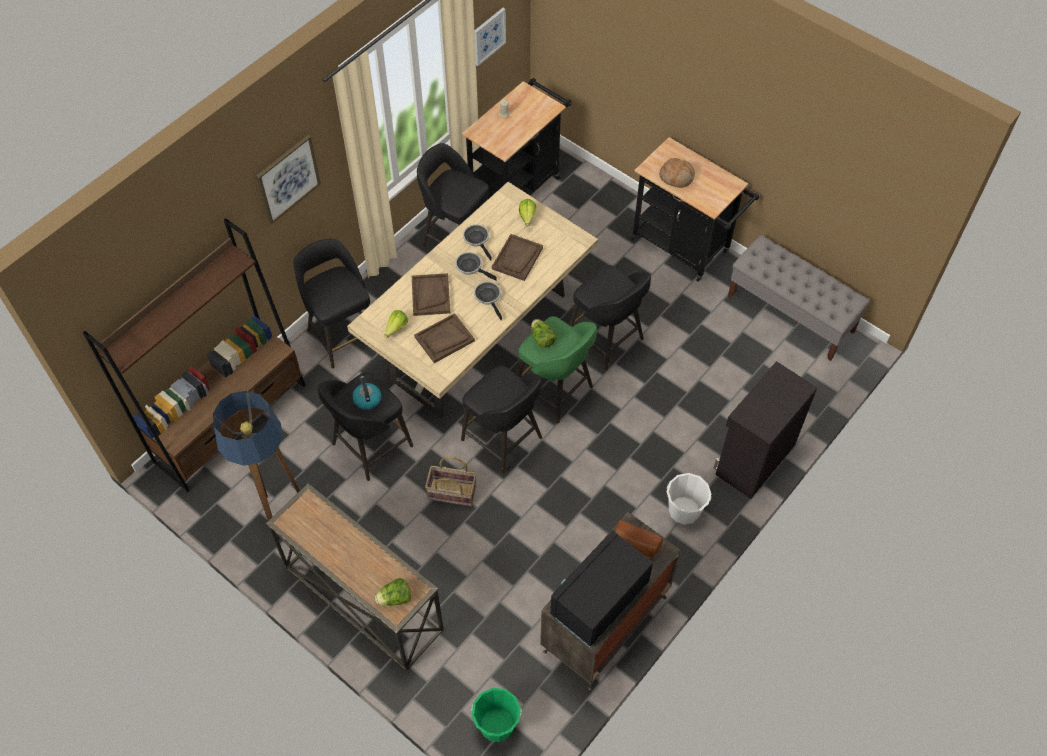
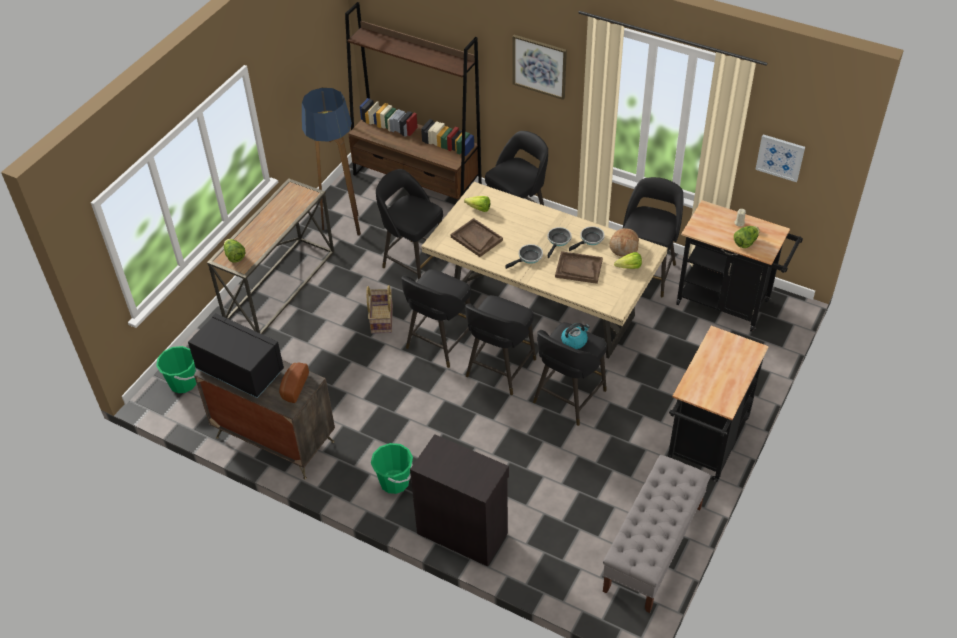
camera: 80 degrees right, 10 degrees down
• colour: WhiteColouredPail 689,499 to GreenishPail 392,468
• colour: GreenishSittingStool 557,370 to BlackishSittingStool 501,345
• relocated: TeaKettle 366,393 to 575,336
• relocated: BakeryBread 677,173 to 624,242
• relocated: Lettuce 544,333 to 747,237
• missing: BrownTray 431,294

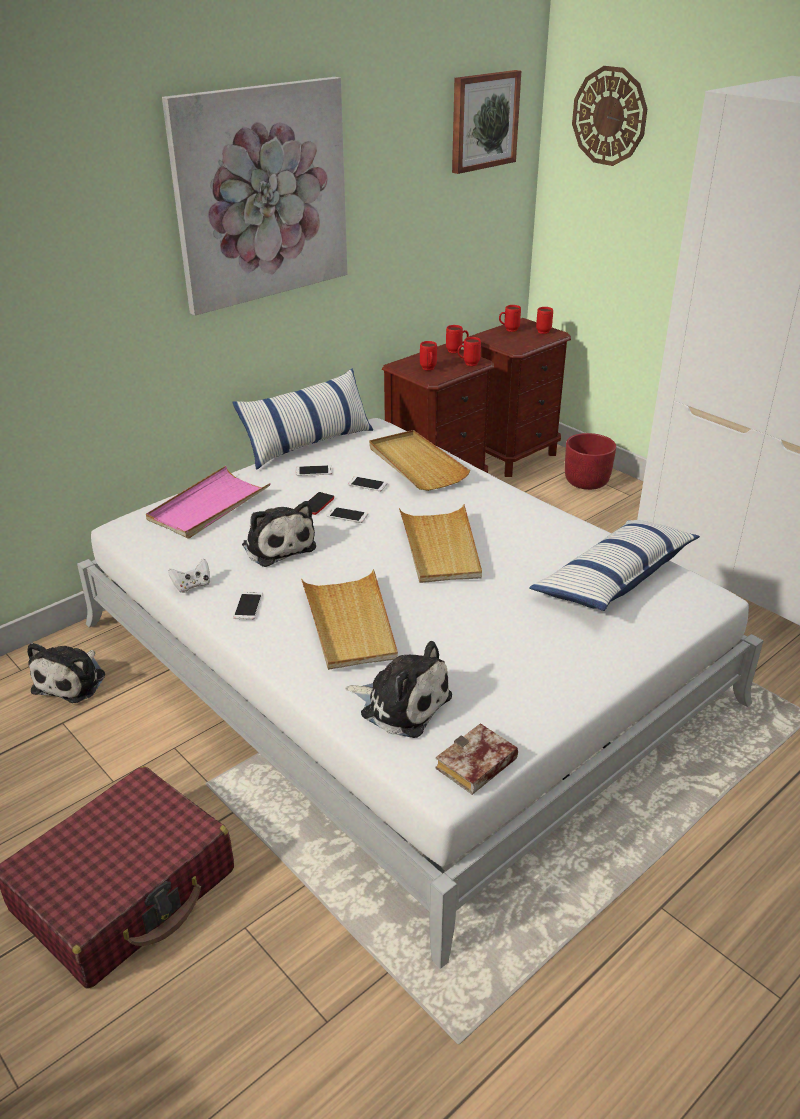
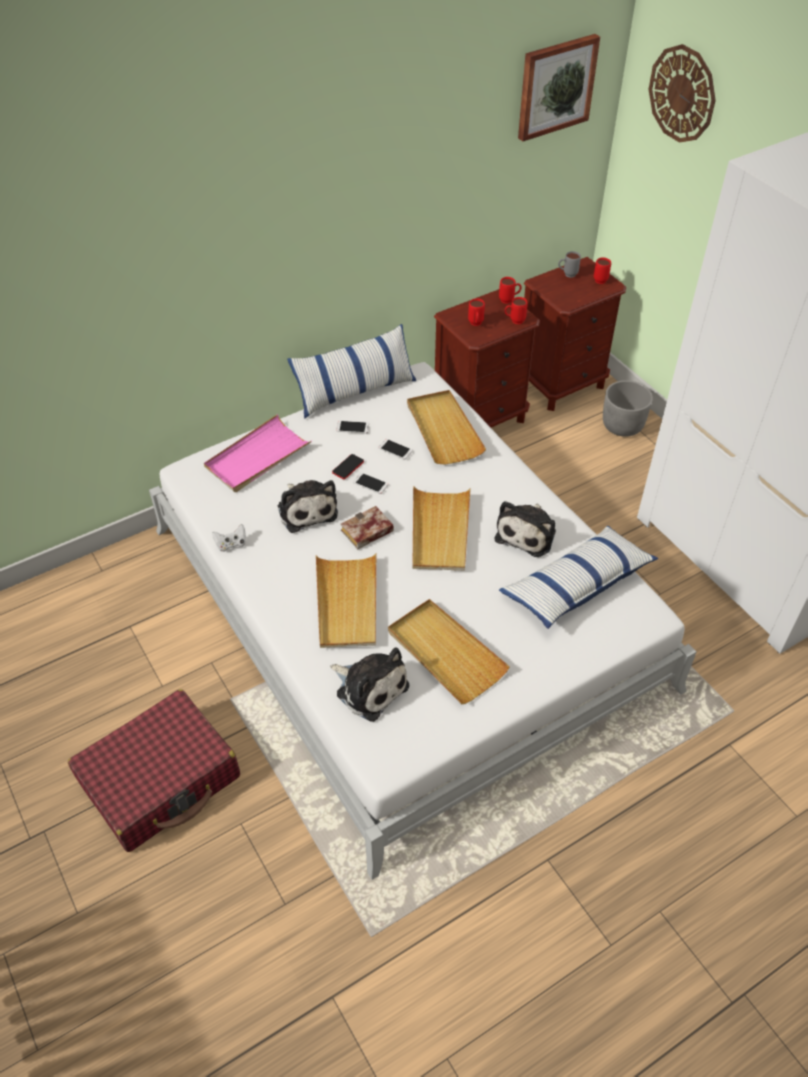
camera: 10 degrees right, 15 degrees up
• relocated: Volume 476,759 to 367,527
• appeared: BeigeTray 449,651
• relocated: SoftToy 66,673 to 525,529
• colour: ReddishMug 510,318 to GrayMug 569,264
• colour: ReddishPlantPot 590,461 to GrayPlantPot 628,408
• missing: WallPicture 255,196
• missing: Telephone 248,605

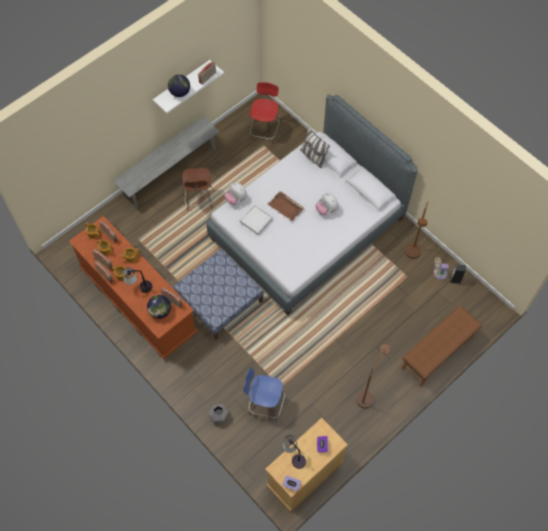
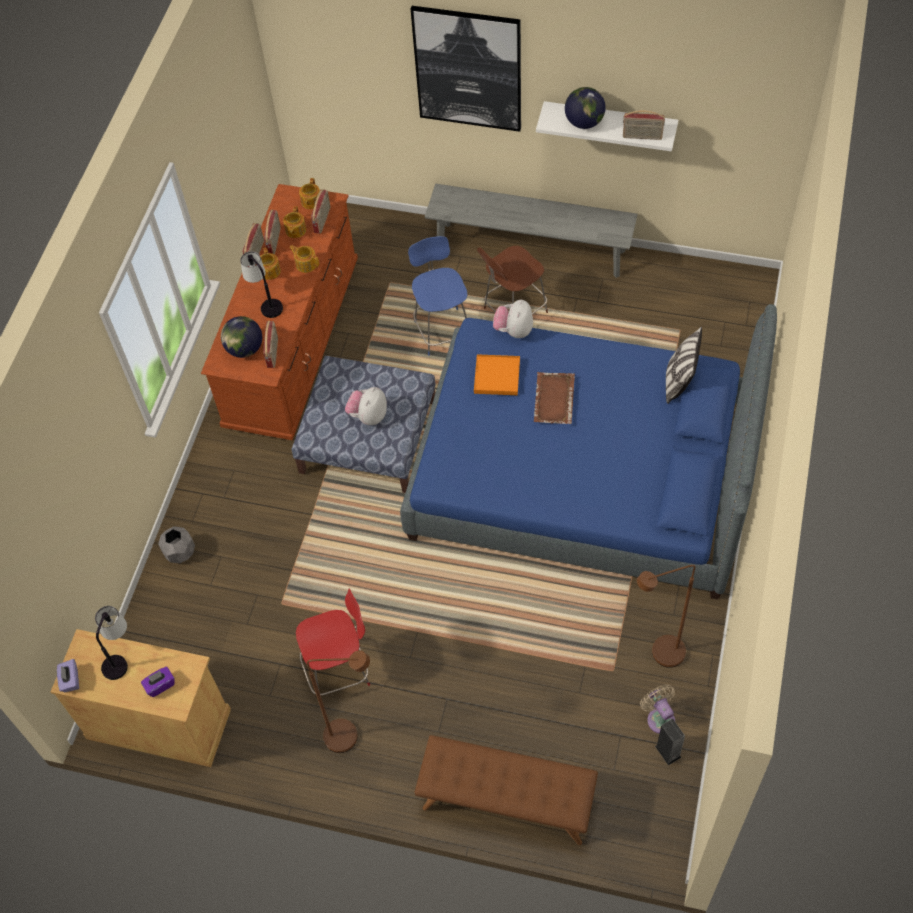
camera: 60 degrees right, 5 degrees down
• relocated: ReddishPlainChair 264,113 to 333,641
• relocated: SoftToy 327,204 to 366,406
• colour: GrayBedroomBed 312,204 to BlueBedroomBed 588,452
• relocated: BluePlainChair 264,394 to 437,296
• appeared: WallPicture 466,69
• colour: WhiteColouredTray 256,220 to OrangeTray 497,374

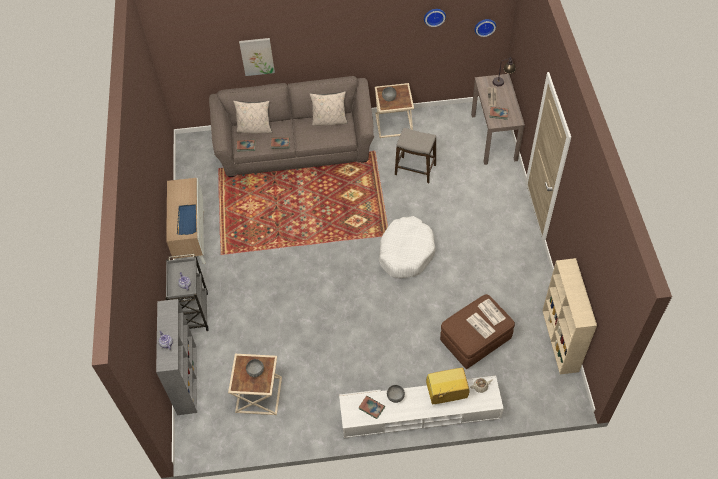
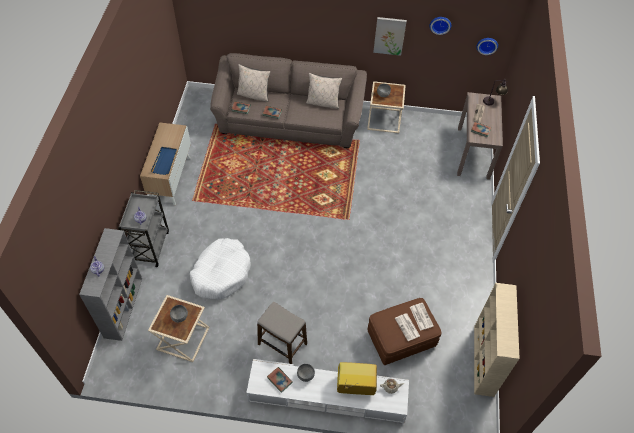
camera: 10 degrees right, 0 degrees up
• relocated: WhiteColouredPetBed 407,247 to 220,269
• relocated: SittingStool 415,155 to 282,333
• relocated: WallPicture 257,57 to 390,36

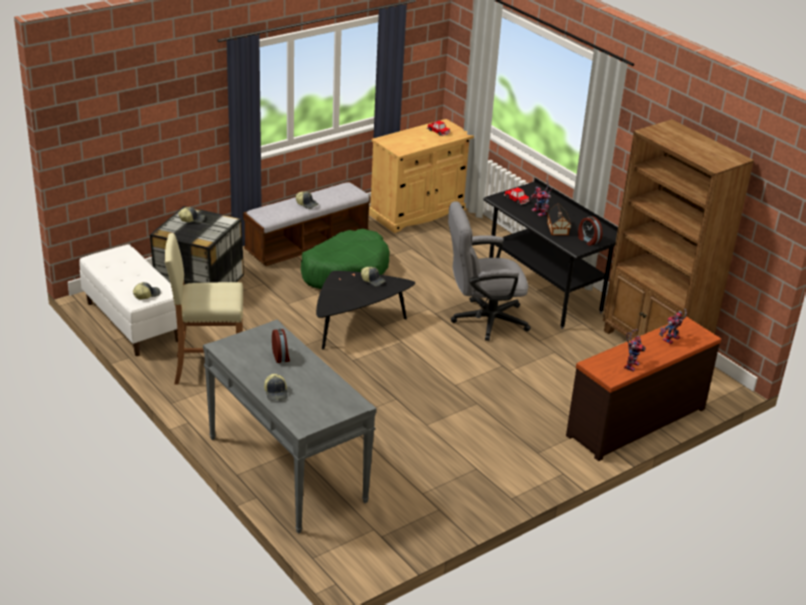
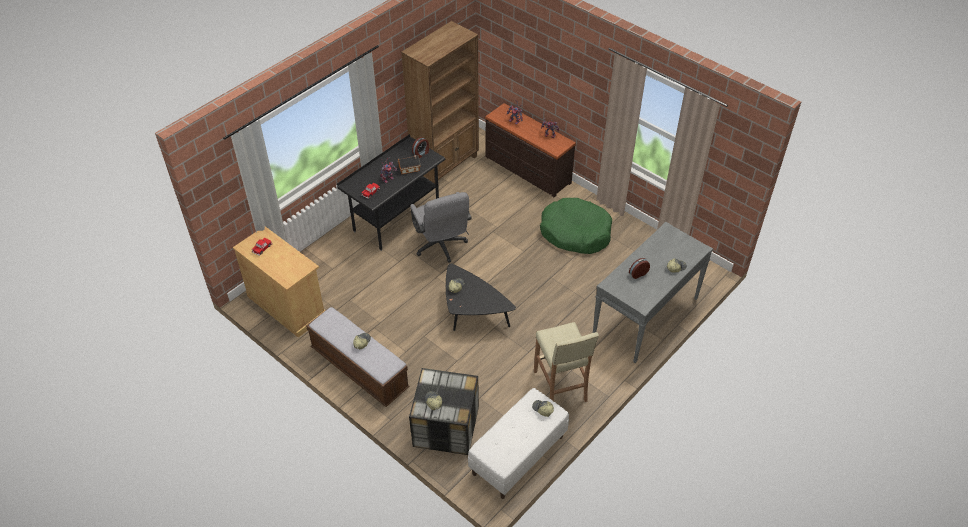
camera: 100 degrees left, 15 degrees up
• relocated: GreenishPetBed 345,259 to 576,226

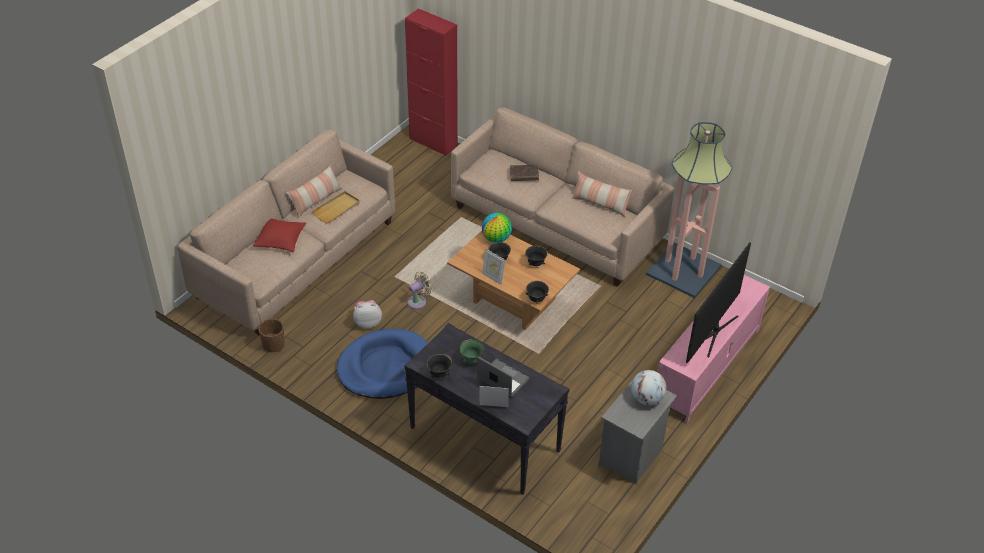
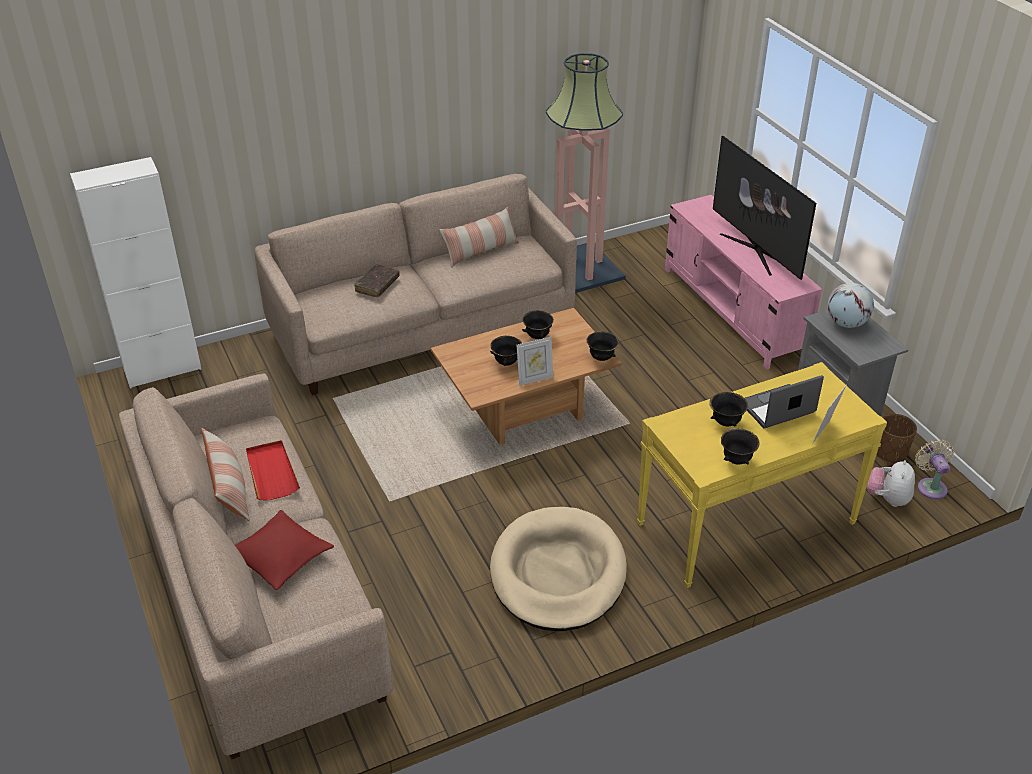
camera: 60 degrees left, 5 degrees down
• colour: ReddishCupboard 431,82 to WhiteColouredCupboard 135,273
• colour: BeigeTray 336,207 to ReddishTray 273,470
• colour: BluePetBed 382,364 to BeigePetBed 558,569
• colour: BlackishConsoleTable 487,409 to YellowConsoleTable 762,475
• colour: GreenishServingBowl 472,351 to BlackishServingBowl 728,409
• relocated: SoftToy 367,314 to 891,483
• relocated: BrownPlantPot 271,335 to 897,438
• relocated: BeigeElectricFan 420,290 to 934,469
• missing: Globe 497,228

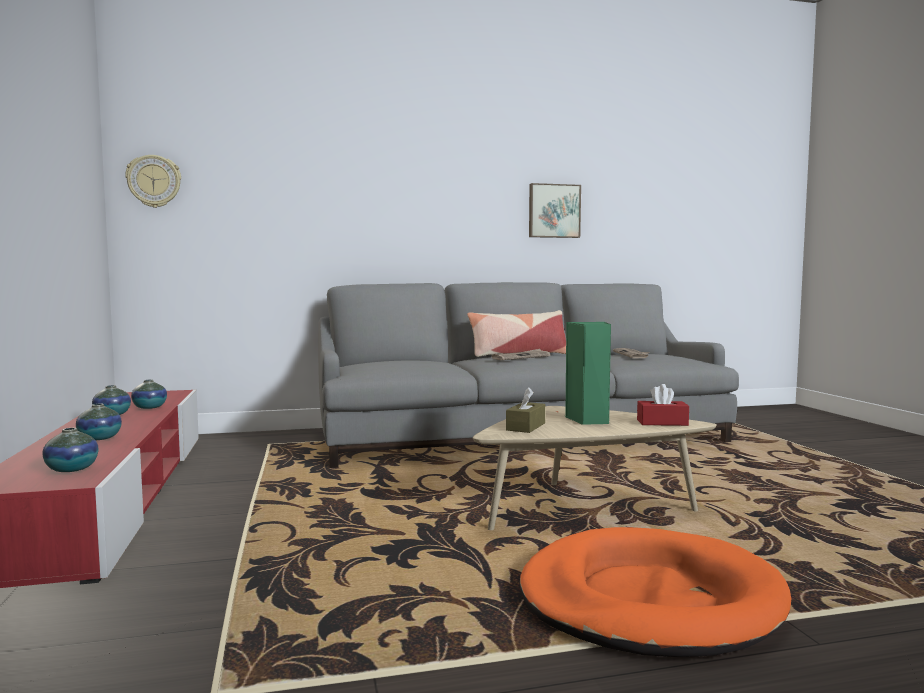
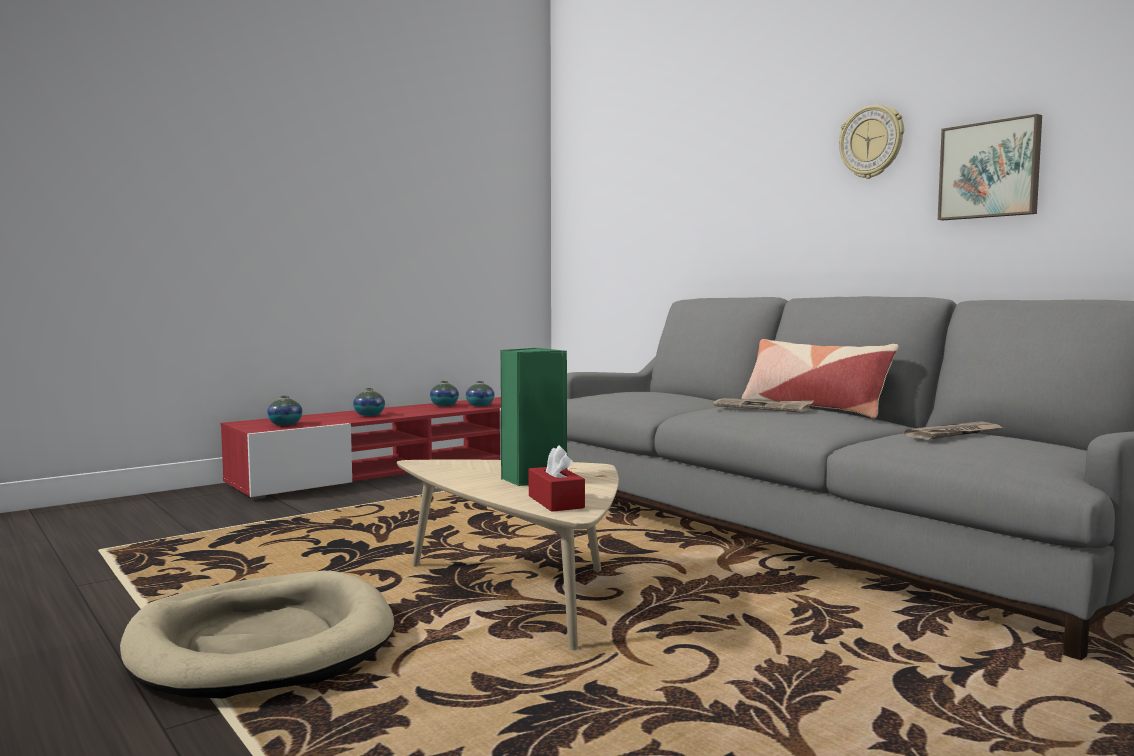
camera: 65 degrees right, 0 degrees up
• colour: OrangePetBed 655,592 to BeigePetBed 257,635
• relocated: WallClock 153,181 to 871,142
• missing: BrownTissueBox 525,410

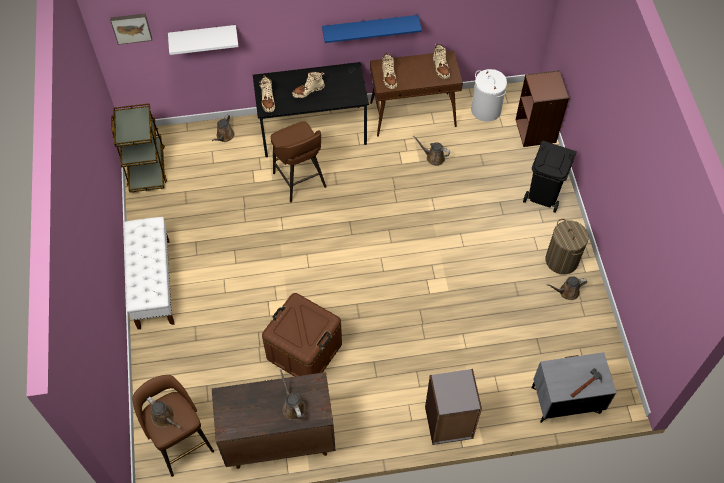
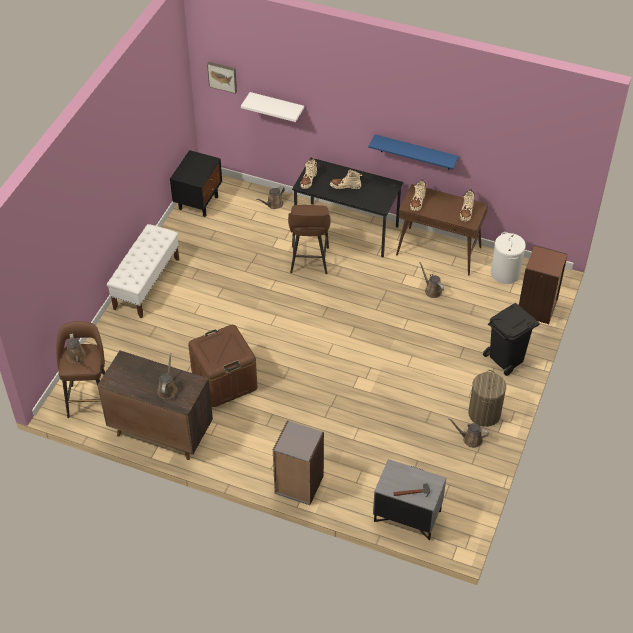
camera: 30 degrees right, 10 degrees down
• exchanged: BrownTrolley 139,148 to BlackishNightTable 196,183

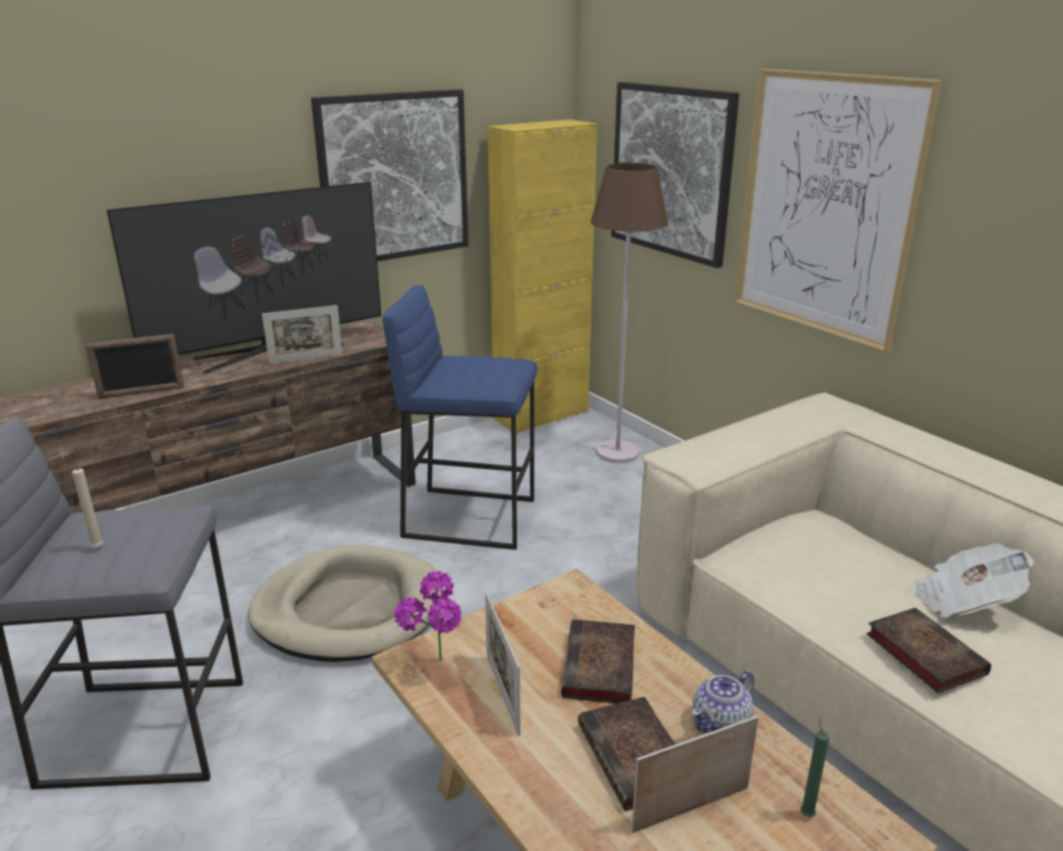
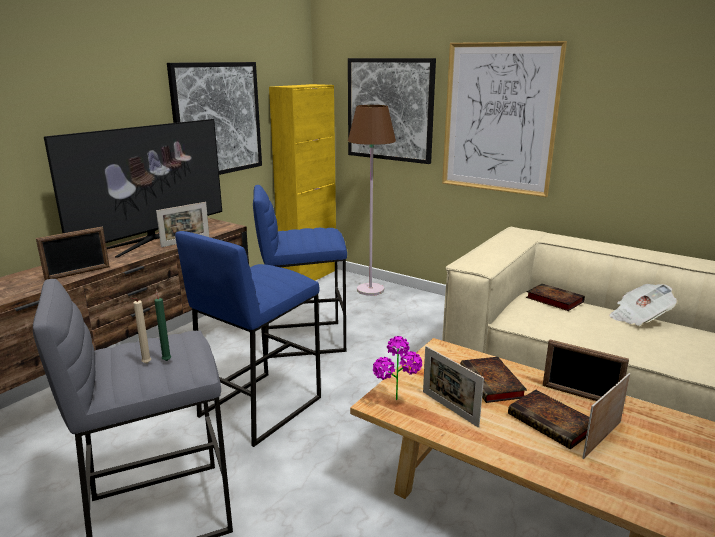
camera: 20 degrees left, 5 degrees down
• relocated: GreenishWaxLight 814,766 to 162,325
• exchanged: BeigePetBed 345,603 to BlueSittingStool 248,339
• relocated: Volume 928,650 to 555,297
• exchanged: Teapot 723,701 to PhotoFrame 586,370

